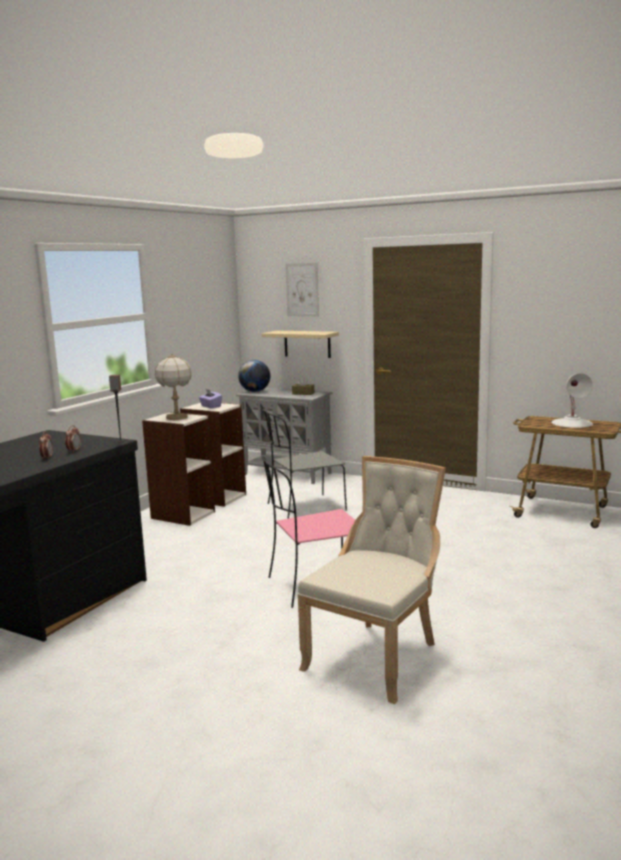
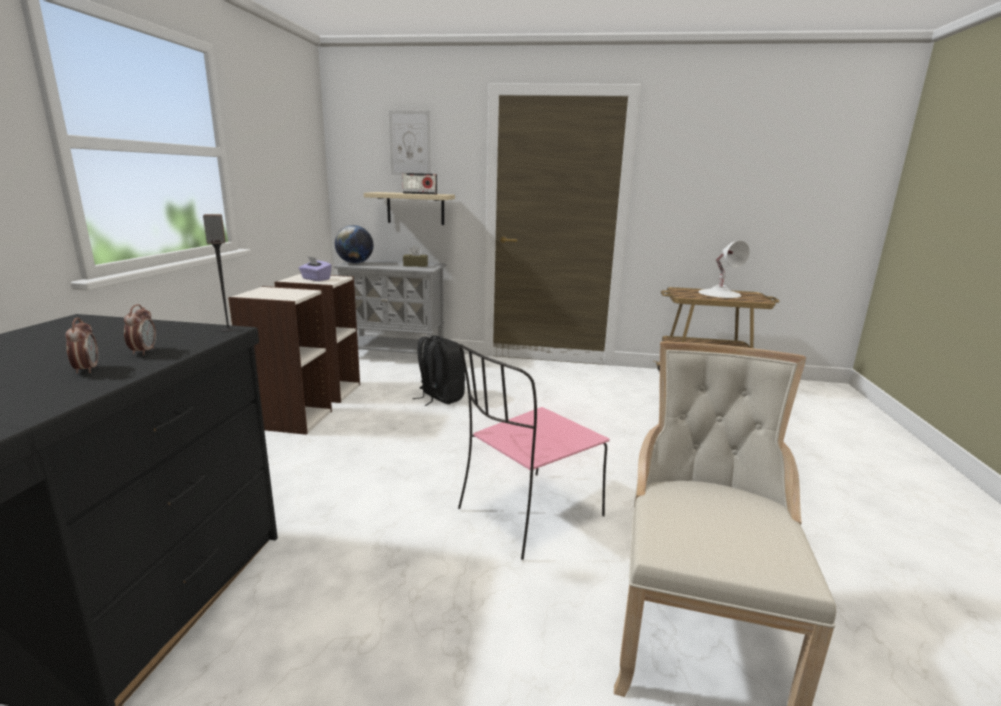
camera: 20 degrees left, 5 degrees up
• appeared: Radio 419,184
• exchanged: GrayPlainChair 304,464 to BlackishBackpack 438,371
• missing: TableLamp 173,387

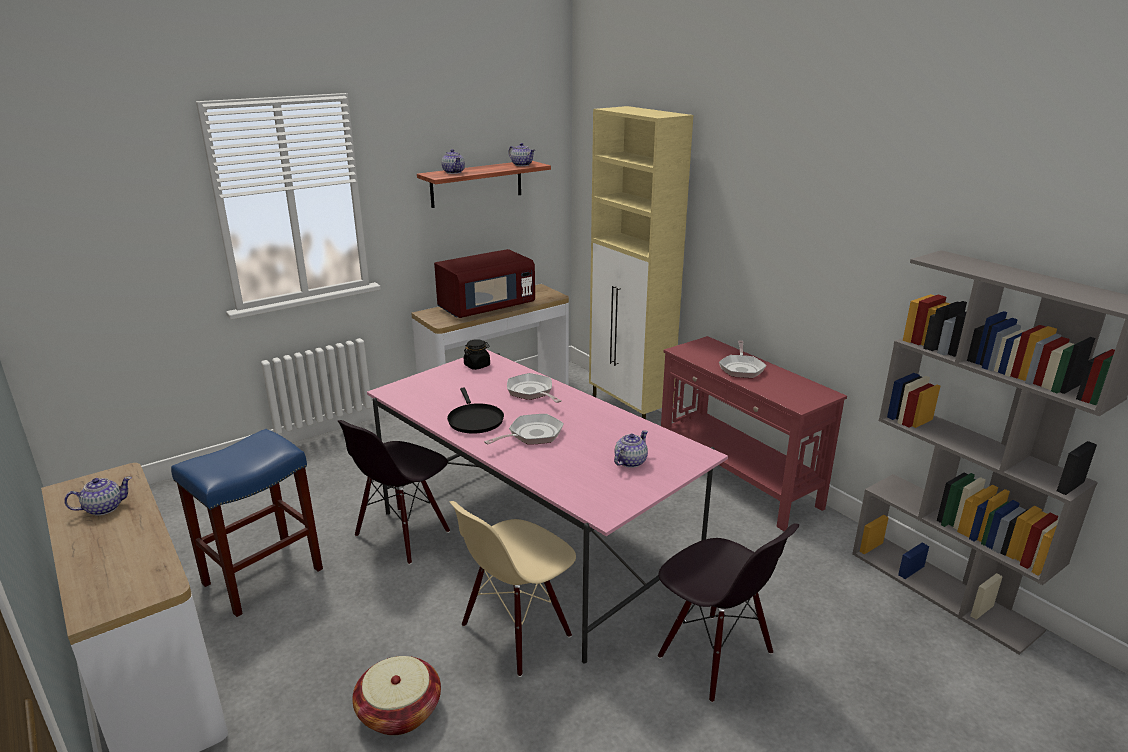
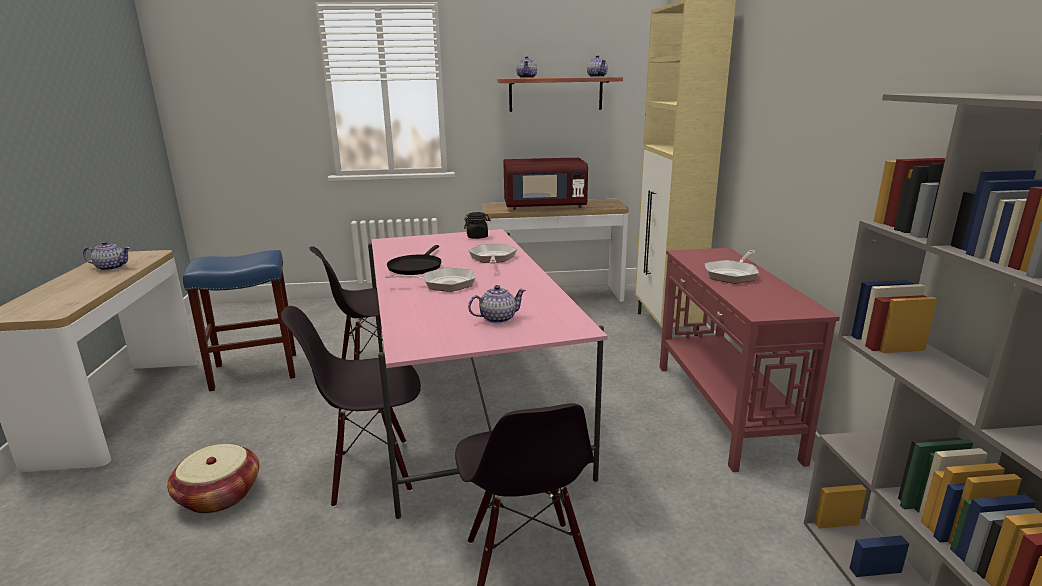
camera: 30 degrees right, 5 degrees down
• colour: BeigePlainChair 512,589 to BlackishPlainChair 351,406

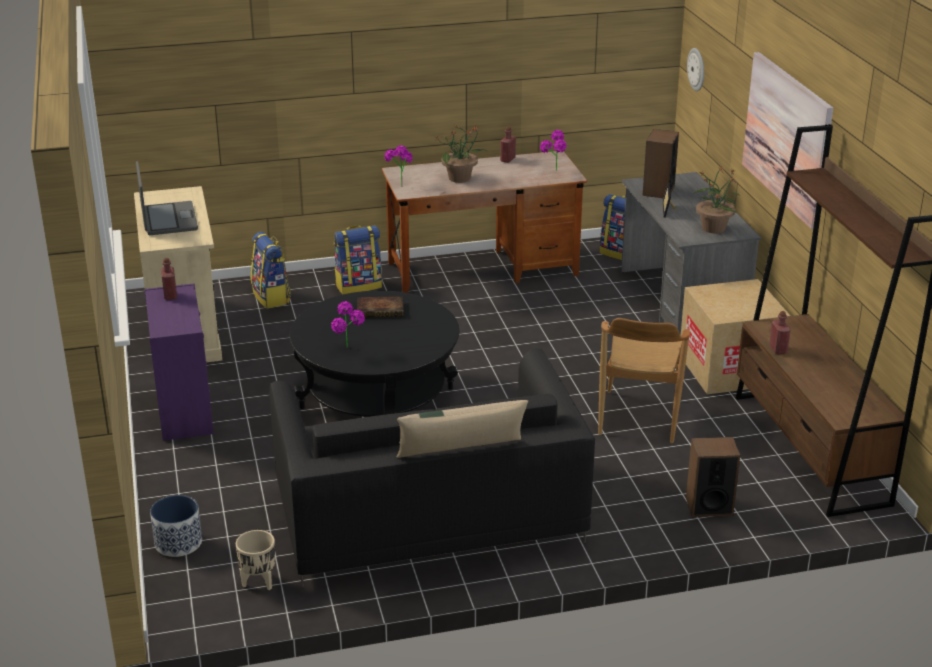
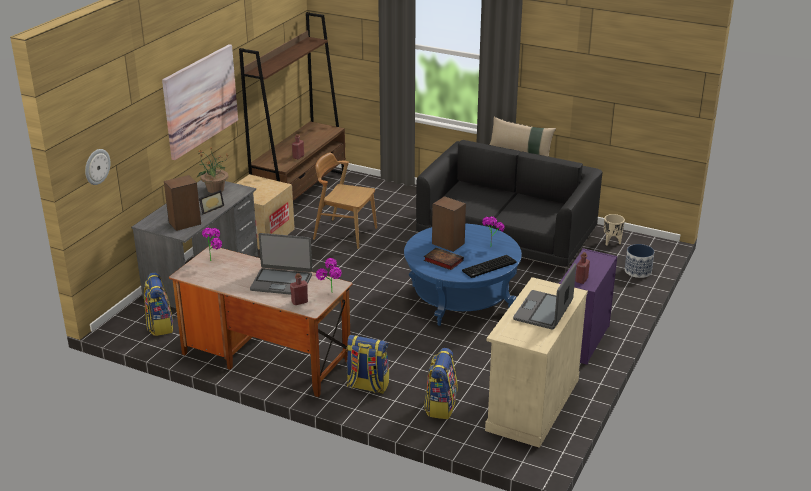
camera: 140 degrees left, 0 degrees up
• exchanged: PlantInAPot 461,154 to PortableComputer 281,264
• relocated: ReddishBottle 508,145 to 299,289
• spun: BrownPlainChair 644,380 = 345,200 120 degrees counterclockwise
• colour: BlackishLowTable 374,354 to BlueLowTable 463,275
• relocated: Loudspeaker 713,477 to 449,224
• appeared: ComputerKeyboard 489,266

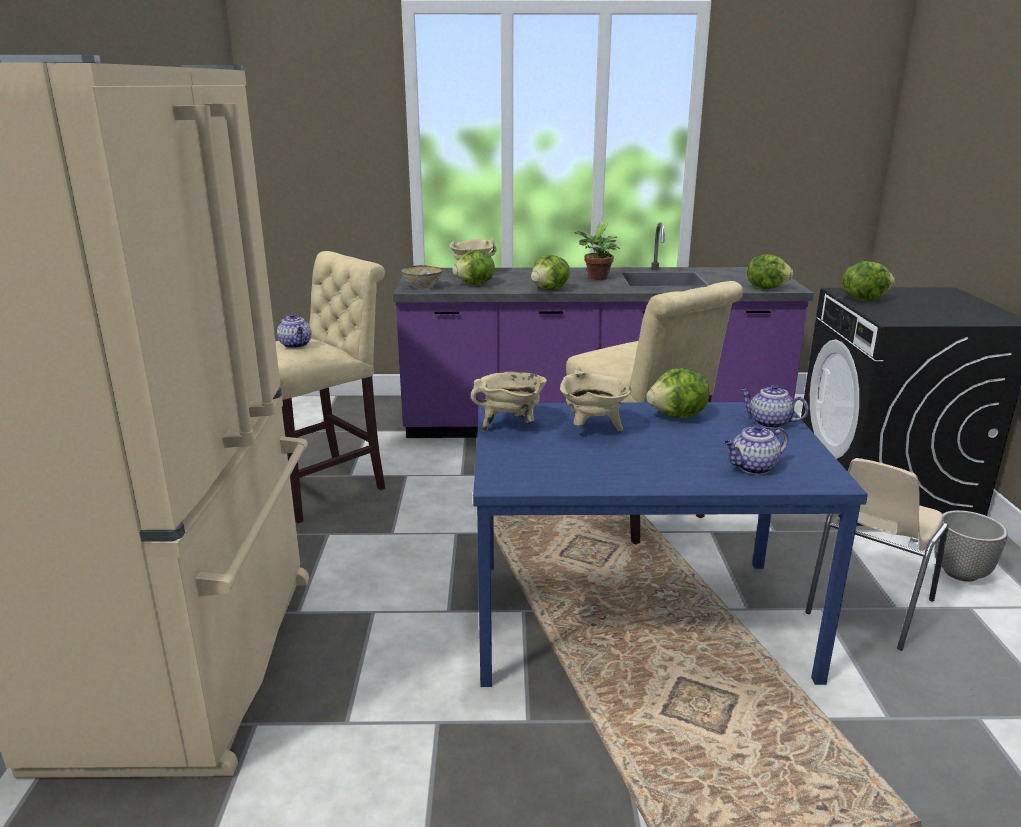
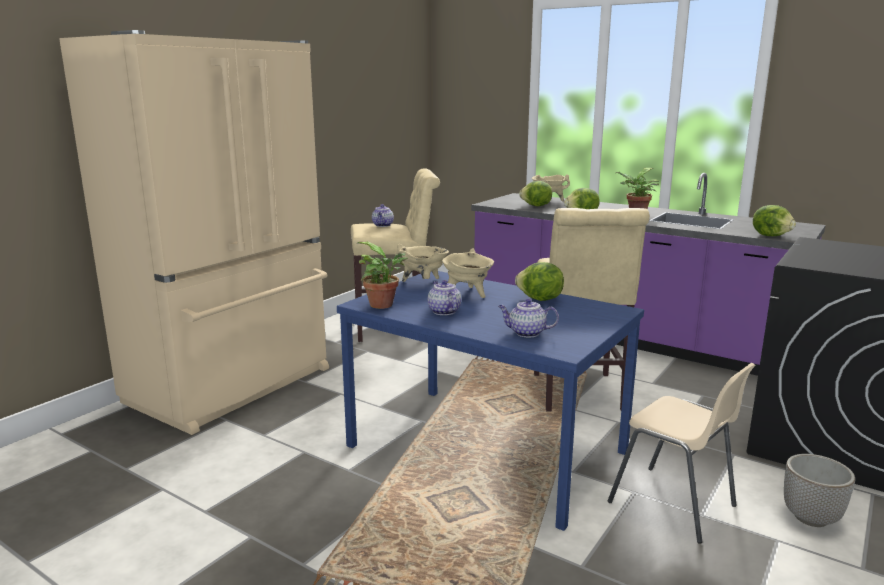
camera: 35 degrees right, 5 degrees down
• appeared: PlantInAPot 383,275
• relocated: Teapot 774,406 to 444,297
• spun: BeigePlainChair 877,554 = 681,453 120 degrees counterclockwise
• missing: ServingBowl 422,276
• missing: Lettuce 868,281

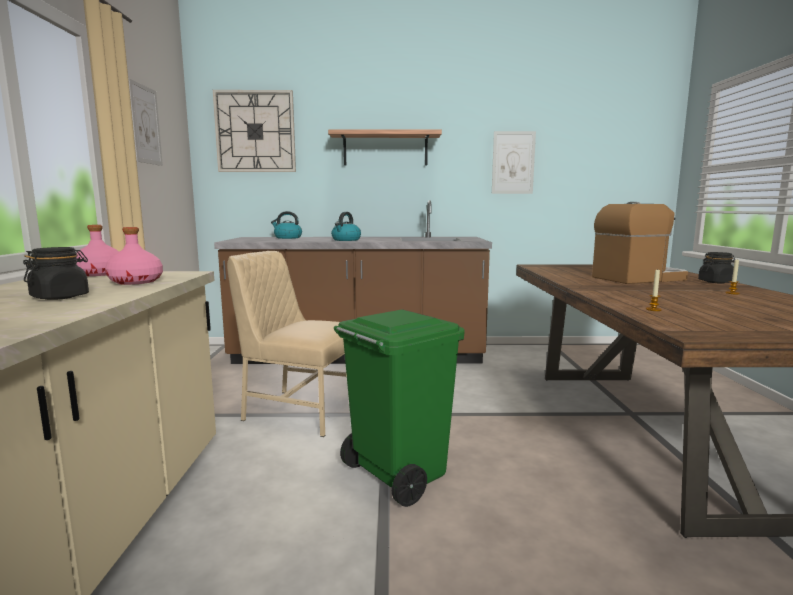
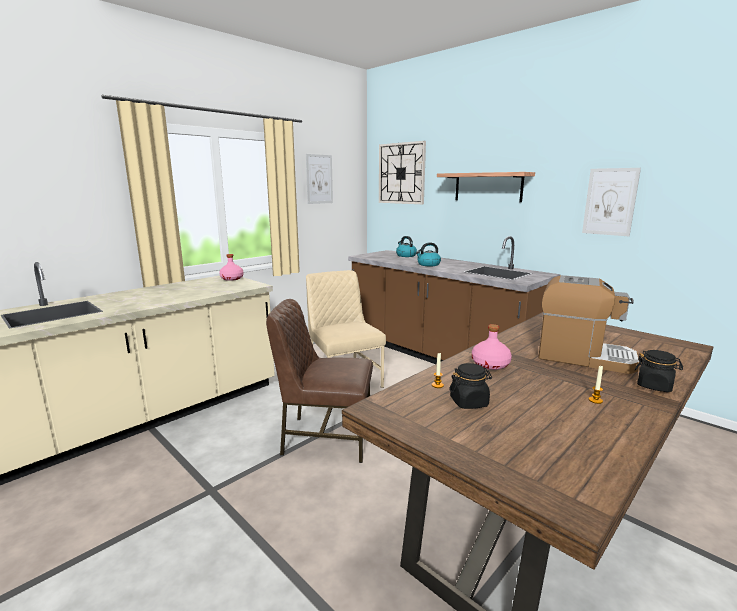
camera: 45 degrees right, 5 degrees up
• exchanged: GreenishRubbishBin 399,408 to BrownPlainChair 319,381
• relocated: BlackishPreserveJar 56,273 to 470,386
• relocated: PinkishBottle 134,256 to 492,347

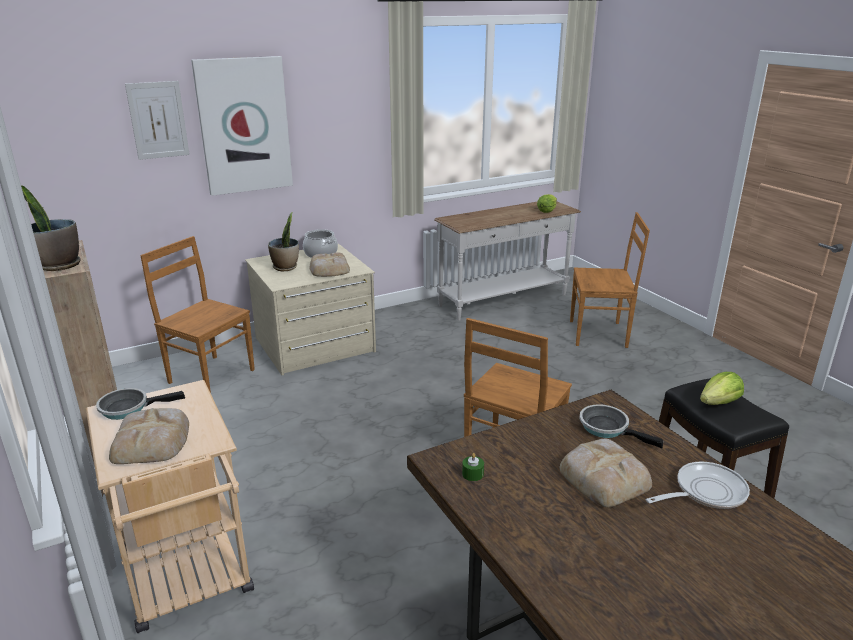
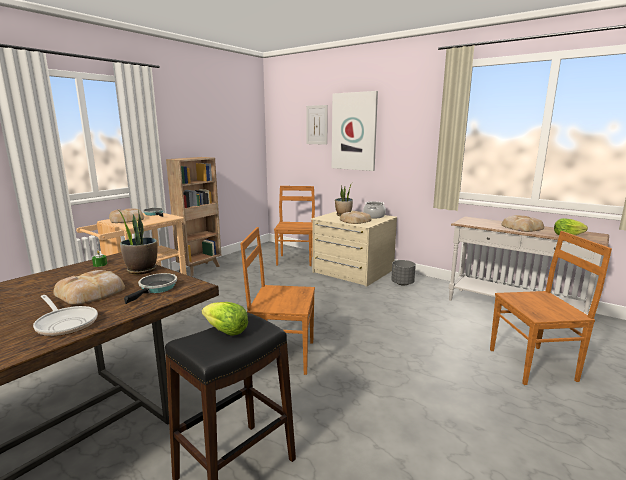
camera: 65 degrees right, 10 degrees down
• relocated: PlantInAPot 50,228 to 137,241
• appeared: GrayPlantPot 403,273
• spun: BrownPlainChair 610,280 = 551,308 75 degrees counterclockwise
• appeared: BakeryBread 522,223

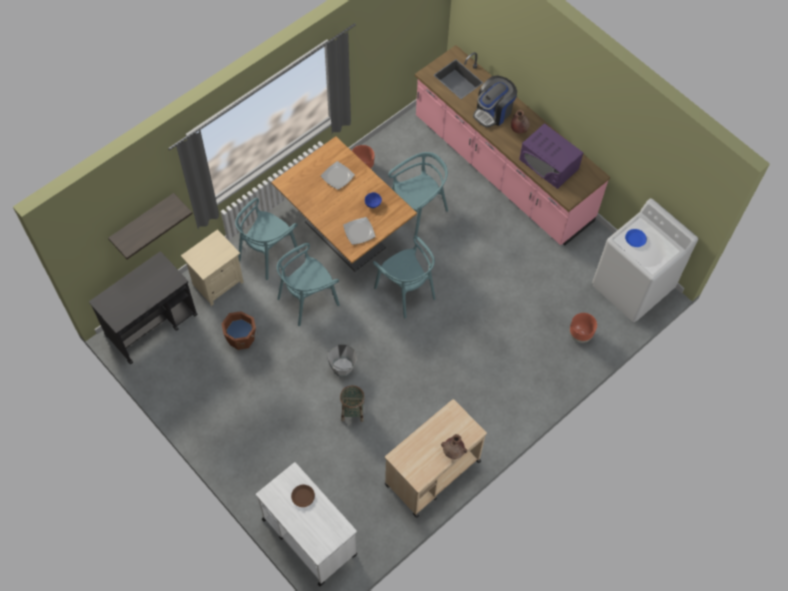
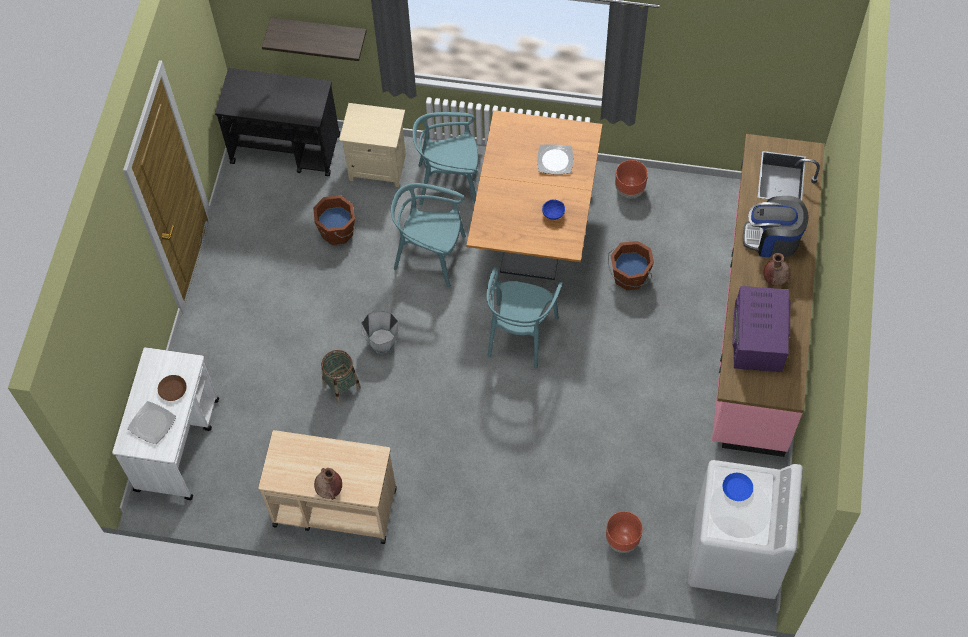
camera: 55 degrees right, 0 degrees up
• relocated: Plate 359,231 to 151,422
• exchanged: TurquoiseColouredPlainChair 418,194 to BrownPail 631,265

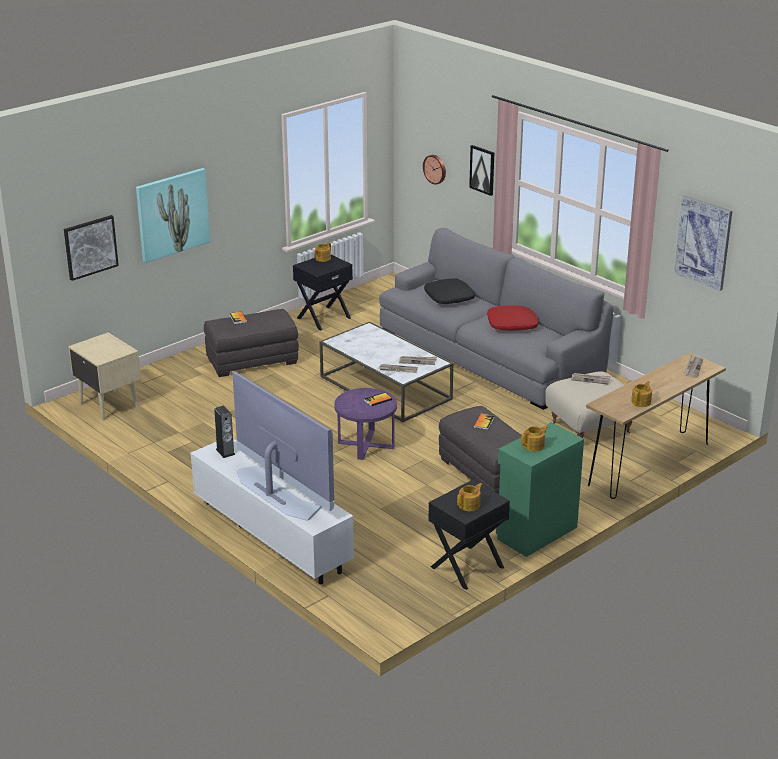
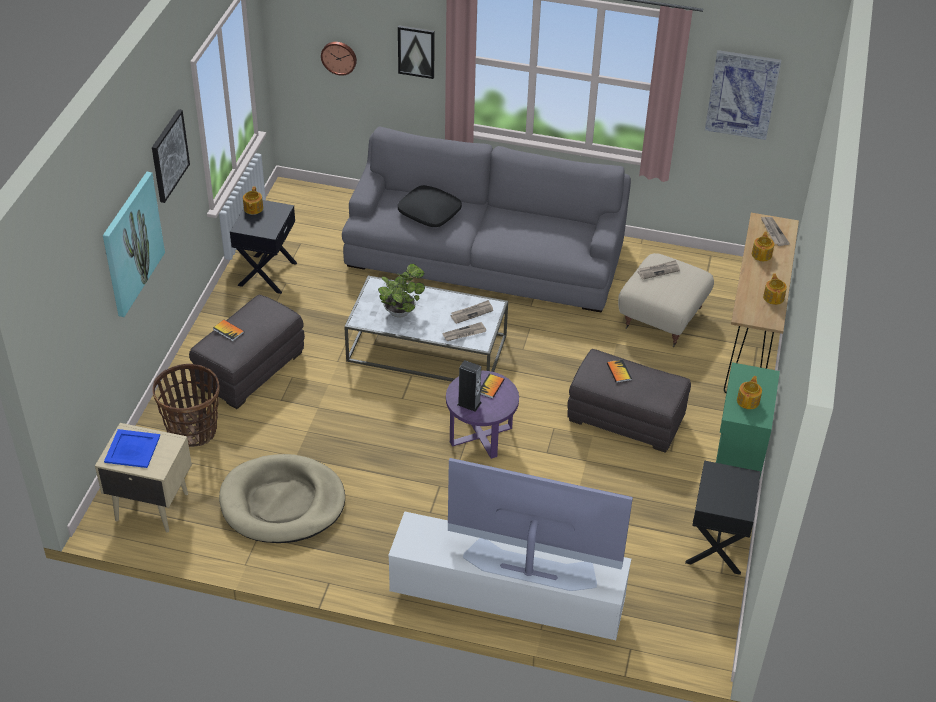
camera: 35 degrees left, 15 degrees up
• appeared: BlueTray 132,448
• relocated: WallPicture 91,248 to 171,156
• appeared: StorageBasket 186,405
• appeared: BeigePetBed 282,498
• appeared: PlantInAPot 401,291
• relocated: Loudspeaker 224,432 to 469,386
• relocated: Teapot 469,497 to 763,246
• missing: ReddishPillow 512,318

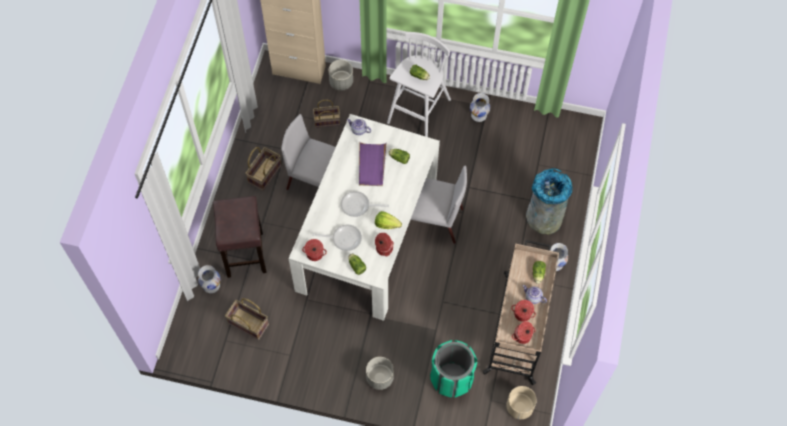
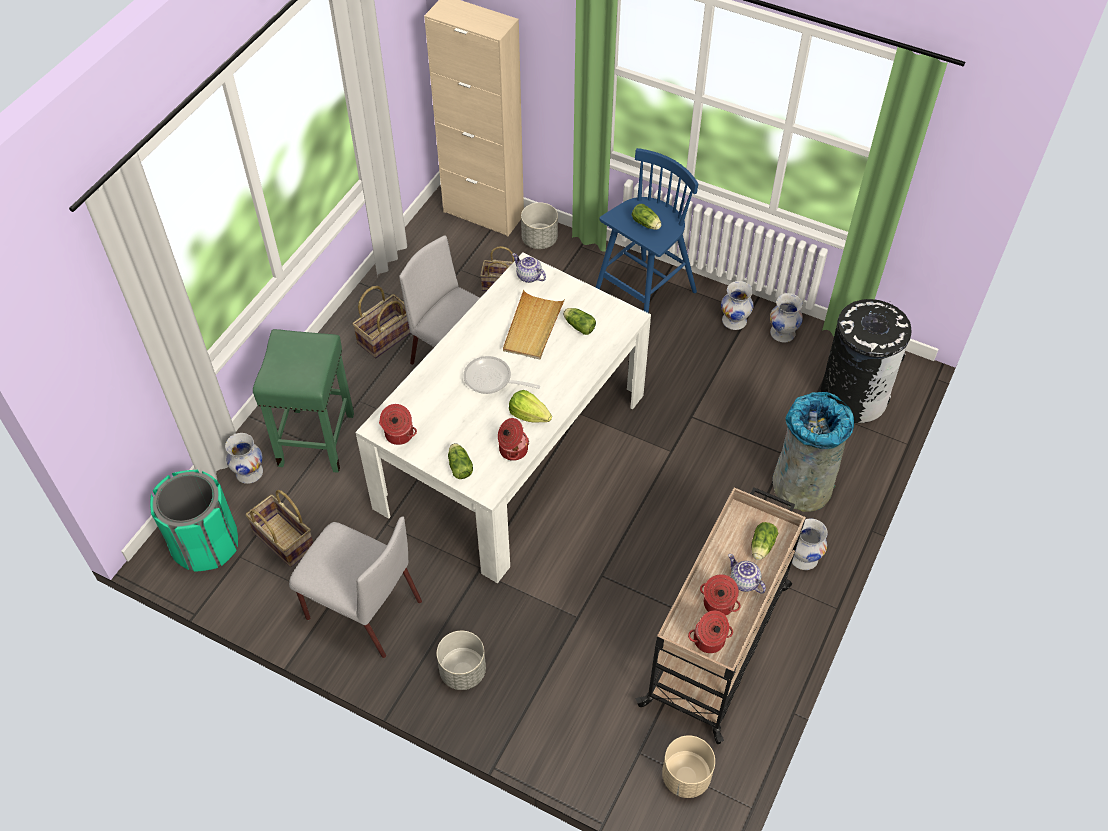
camera: 15 degrees right, 10 degrees down
• relocated: GreenishRubbishBin 453,369 to 194,521
• colour: BrownSittingStool 240,237 to GreenishSittingStool 303,401
• relocated: GrayPlainChair 436,204 to 355,587
• colour: PurpleColouredTray 373,164 to BeigeTray 534,324
• colour: WhiteColouredSittingStool 419,84 to BlueSittingStool 646,230
• appeared: WhiteColouredVase 786,317
• appeared: BlackishRubbishBin 866,361
• missing: Pan 337,237

